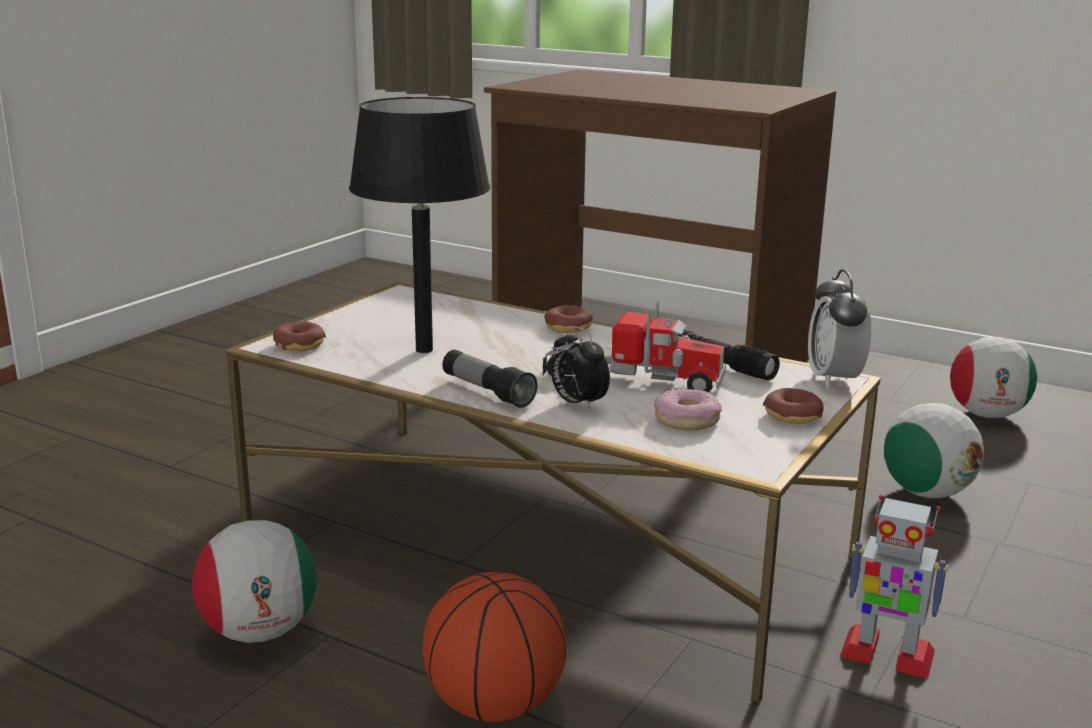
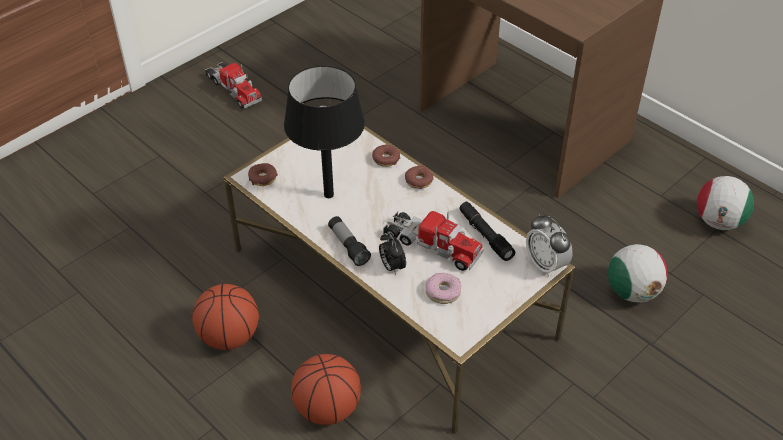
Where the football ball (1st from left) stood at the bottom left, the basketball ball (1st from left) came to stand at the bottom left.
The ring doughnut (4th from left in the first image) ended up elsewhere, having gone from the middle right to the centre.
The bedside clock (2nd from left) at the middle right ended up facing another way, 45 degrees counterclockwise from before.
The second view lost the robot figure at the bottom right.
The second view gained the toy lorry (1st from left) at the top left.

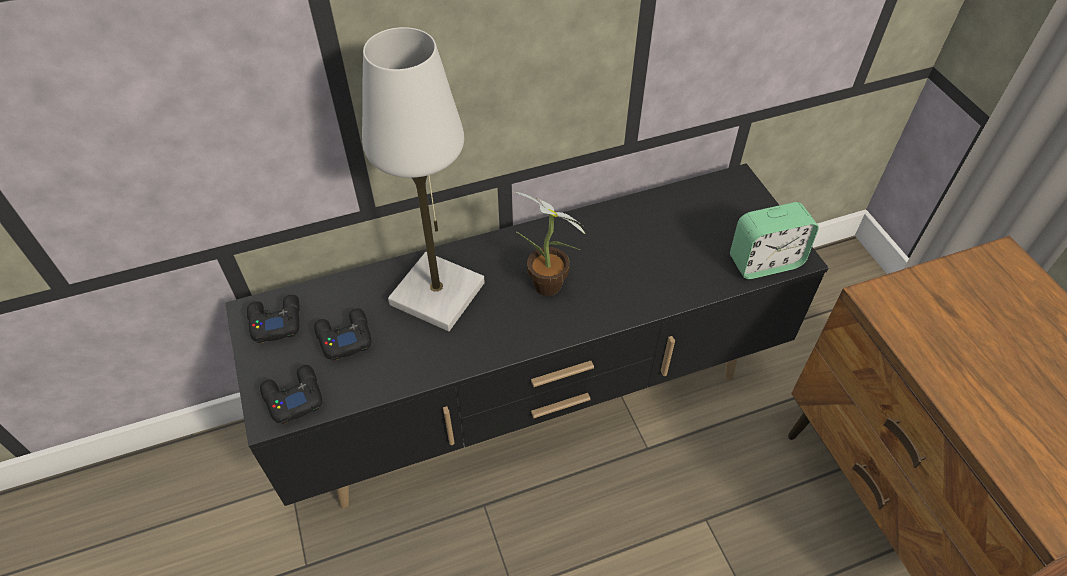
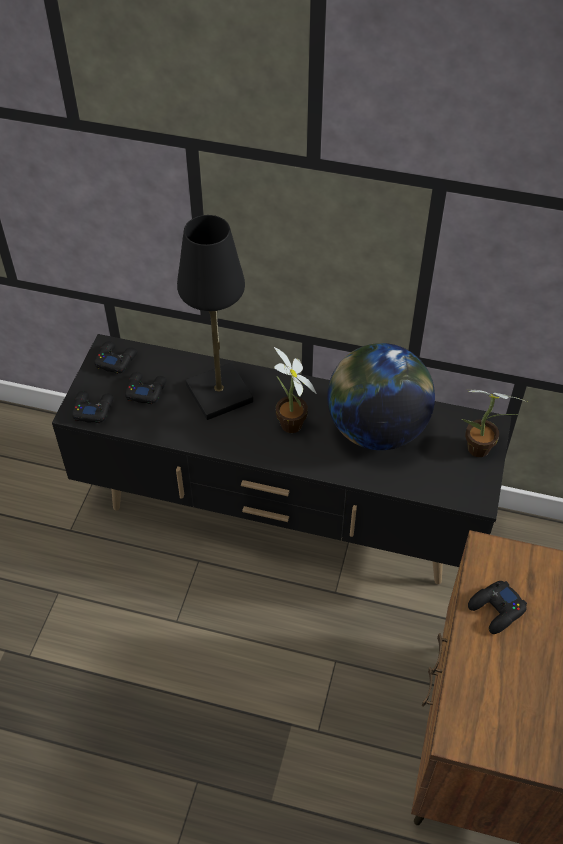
What was the whitish lamp for a table at the top centre turned into the blackish lamp for a table at the centre.
The second view lost the bedside clock at the middle right.
The second view gained the globe at the middle right.
The second view gained the plant in a pot (2nd from left) at the middle right.
The second view gained the blackish gamepad (4th from left) at the bottom right.

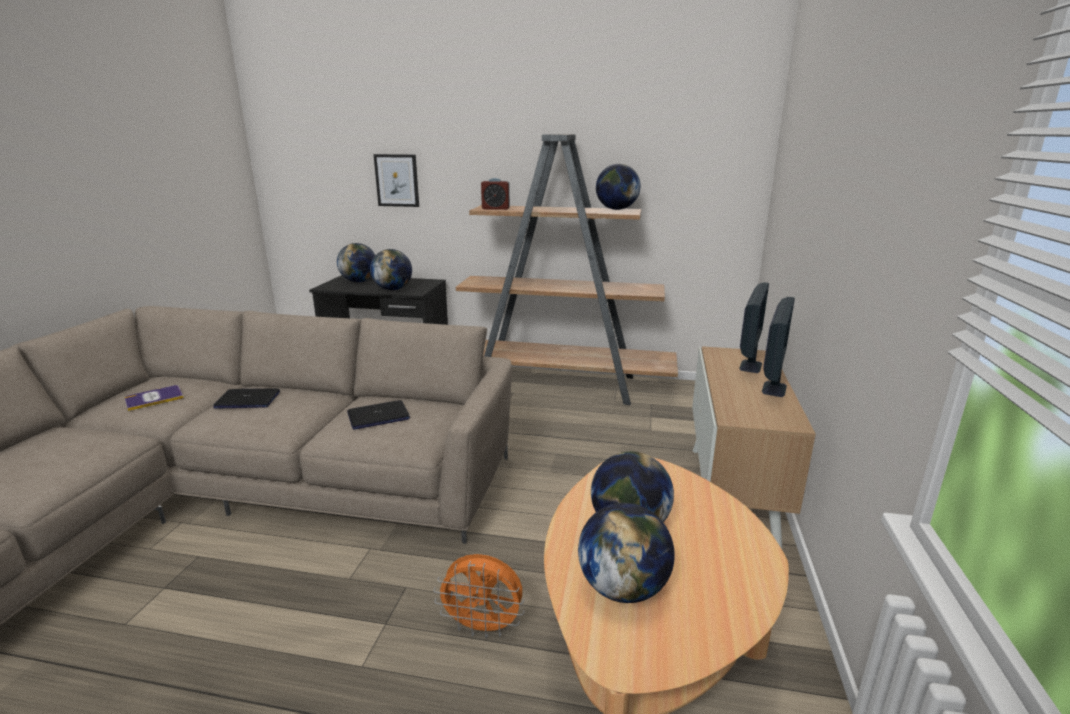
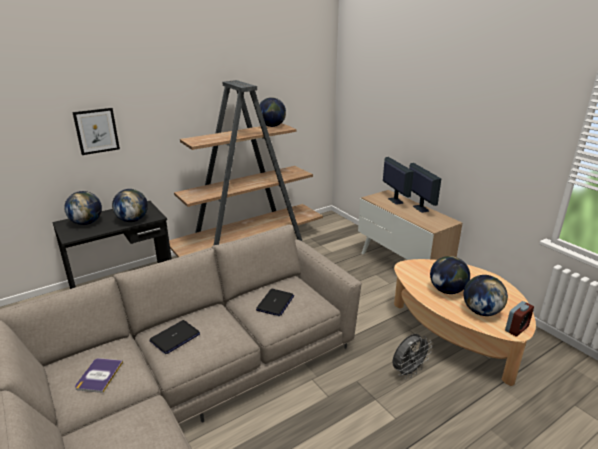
What was the orange-coloured fan at the bottom centre turned into the greyish fan at the bottom right.
The bedside clock ended up elsewhere, having gone from the top centre to the bottom right.

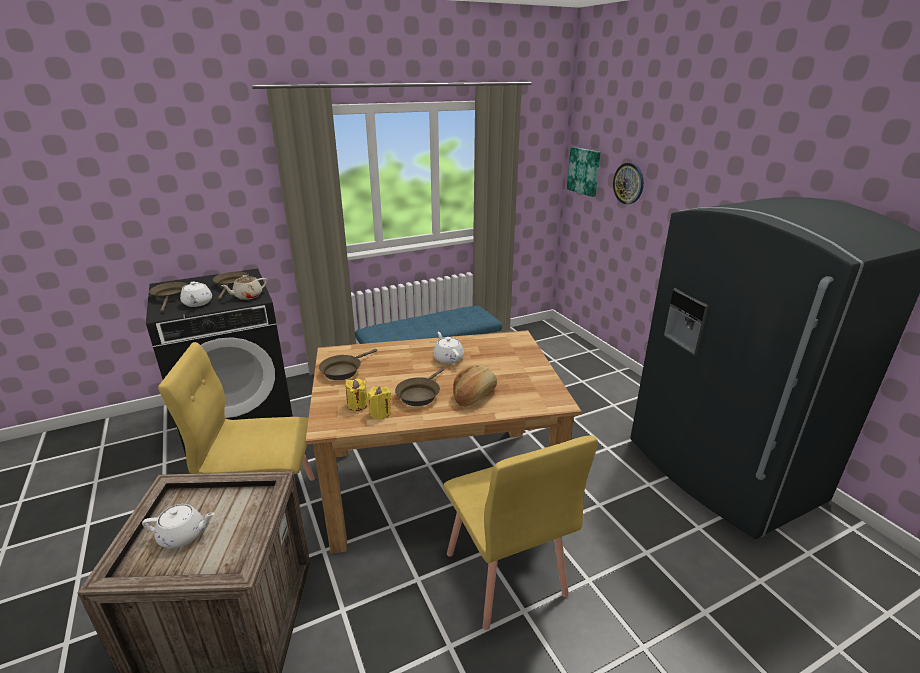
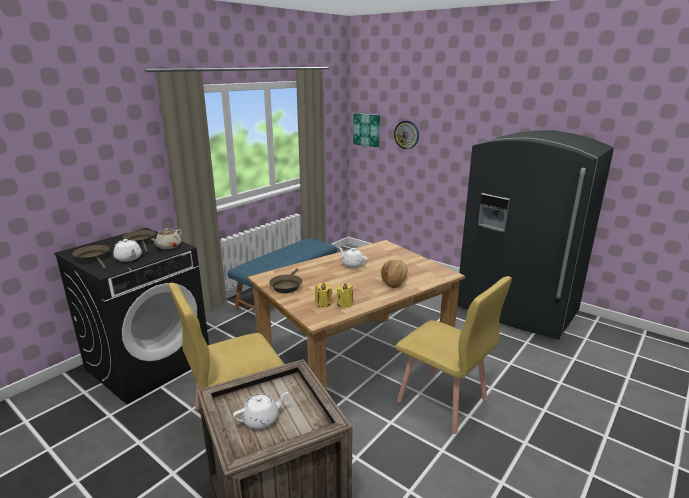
The second view lost the brown frying pan (4th from left) at the centre.

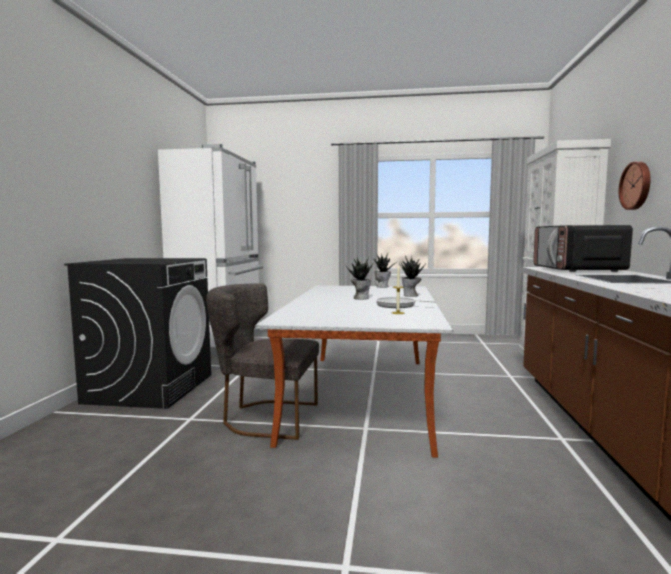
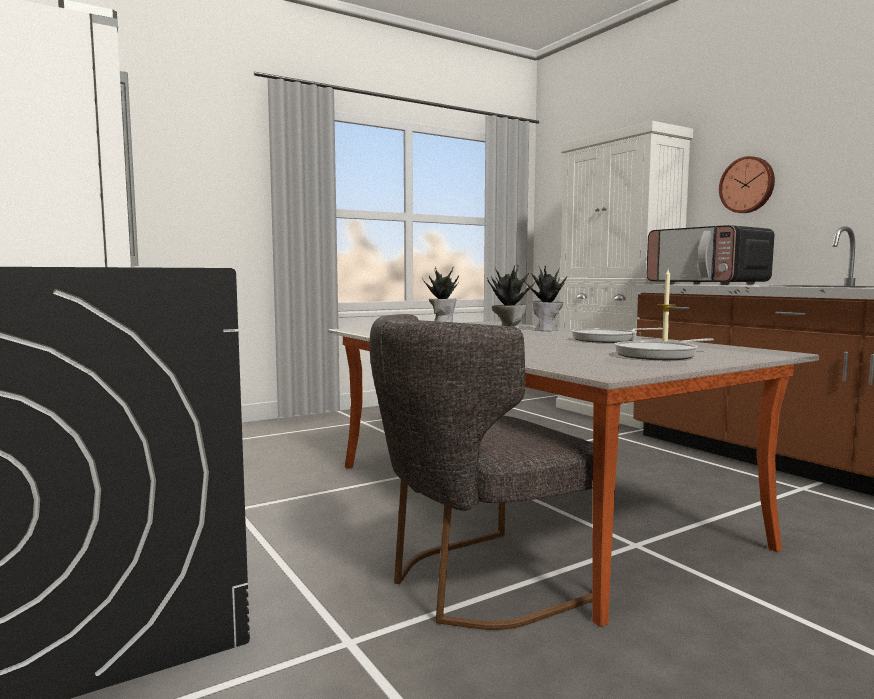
The second view gained the frying pan (2nd from left) at the middle right.

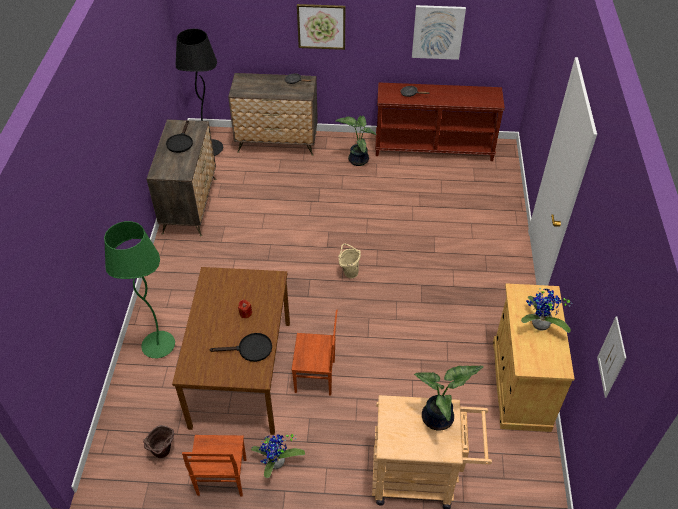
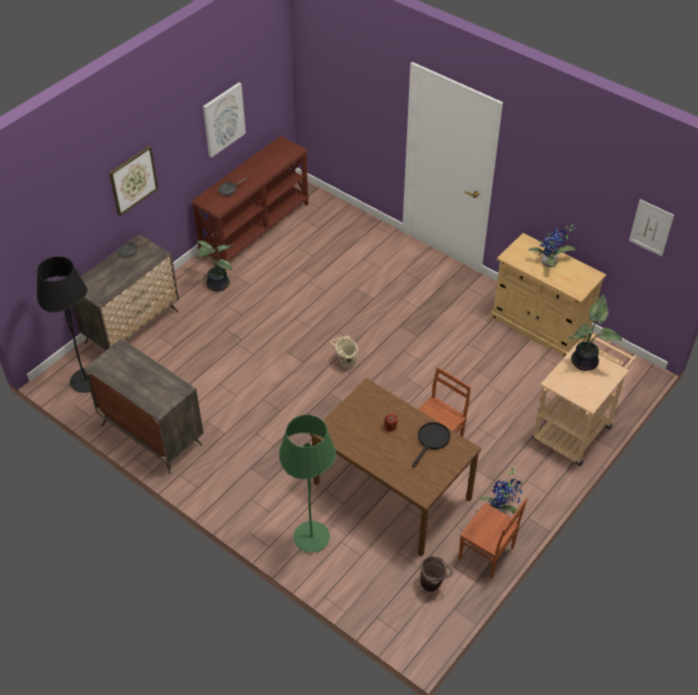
The second view lost the blackish frying pan (1st from left) at the top left.

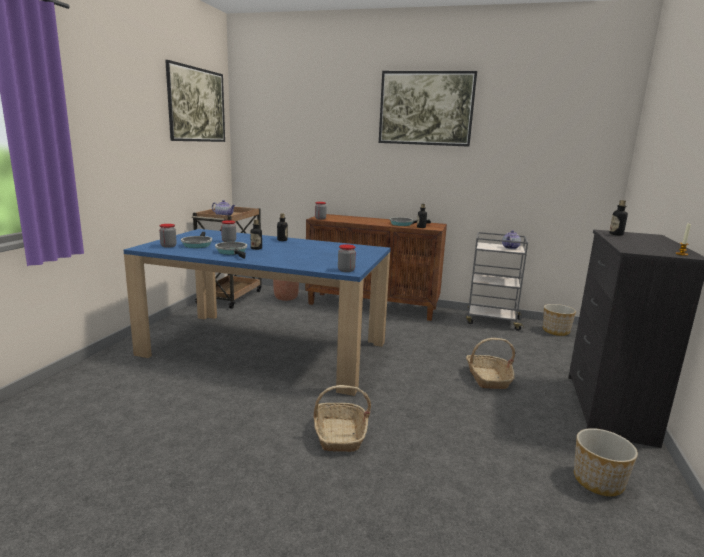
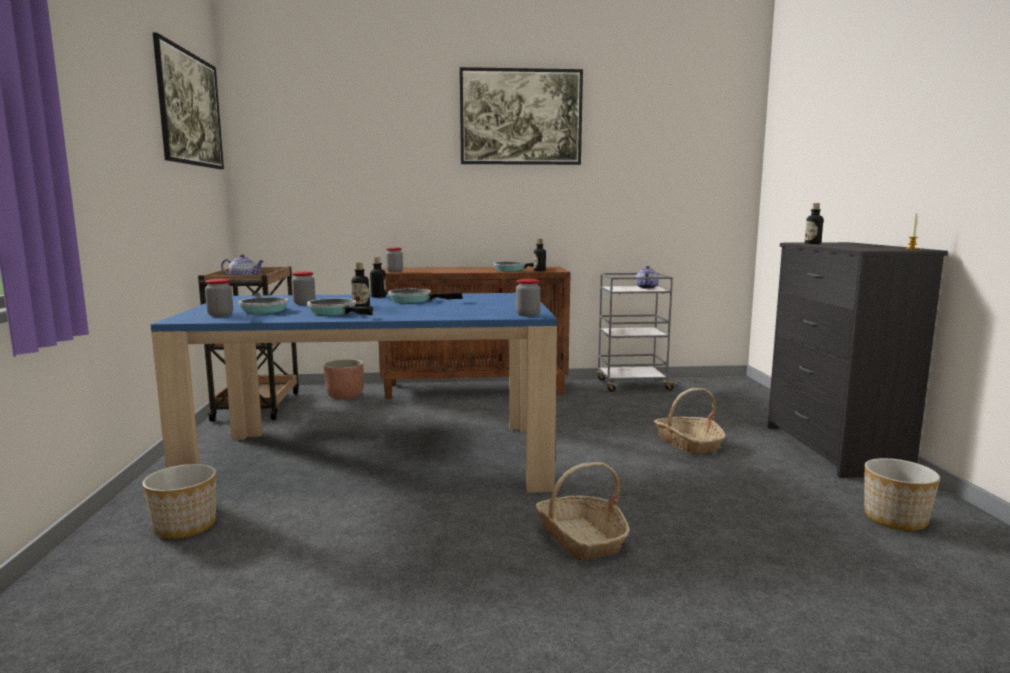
The planter (2nd from left in the first image) ended up elsewhere, having gone from the middle right to the bottom left.
The second view gained the frying pan (3rd from left) at the centre.

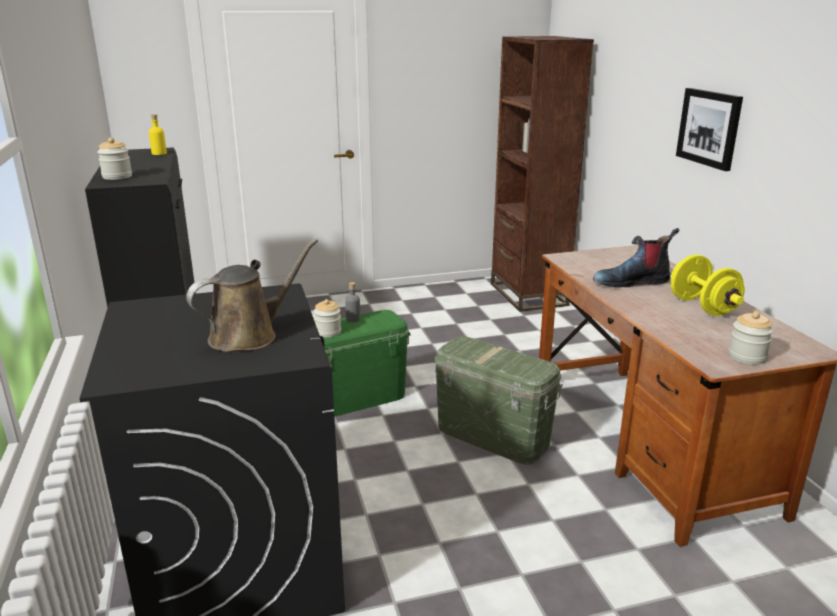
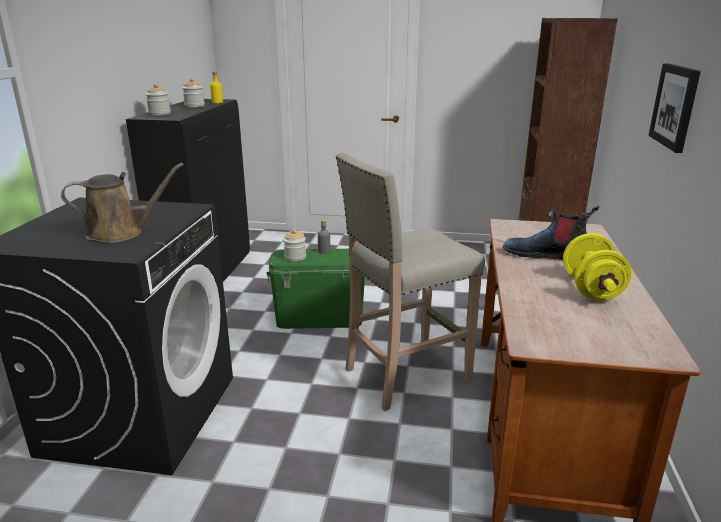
Where the green-coloured storage box (2nd from left) stood at the centre, the beige-coloured stool seat came to stand at the centre.
The jar (3rd from left in the first image) ended up elsewhere, having gone from the middle right to the top left.

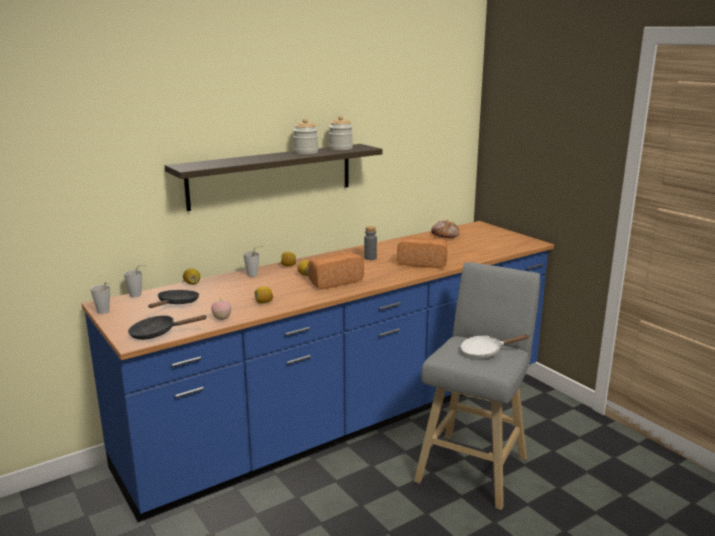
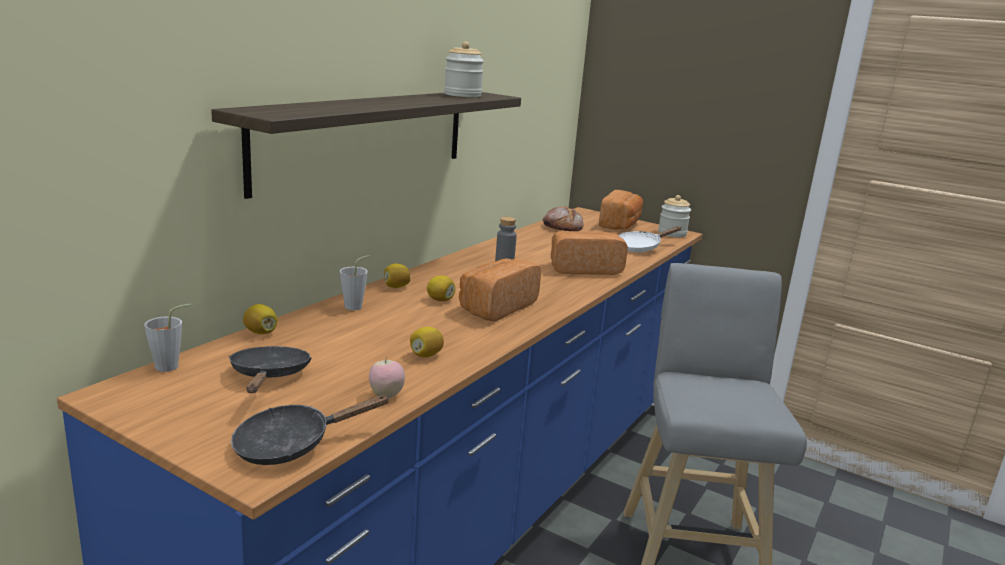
The second view lost the greyish small cup (1st from left) at the middle left.
The jar (1st from left in the first image) ended up elsewhere, having gone from the top centre to the middle right.
The whitish frying pan ended up elsewhere, having gone from the middle right to the centre.
The second view gained the bread (4th from left) at the centre.

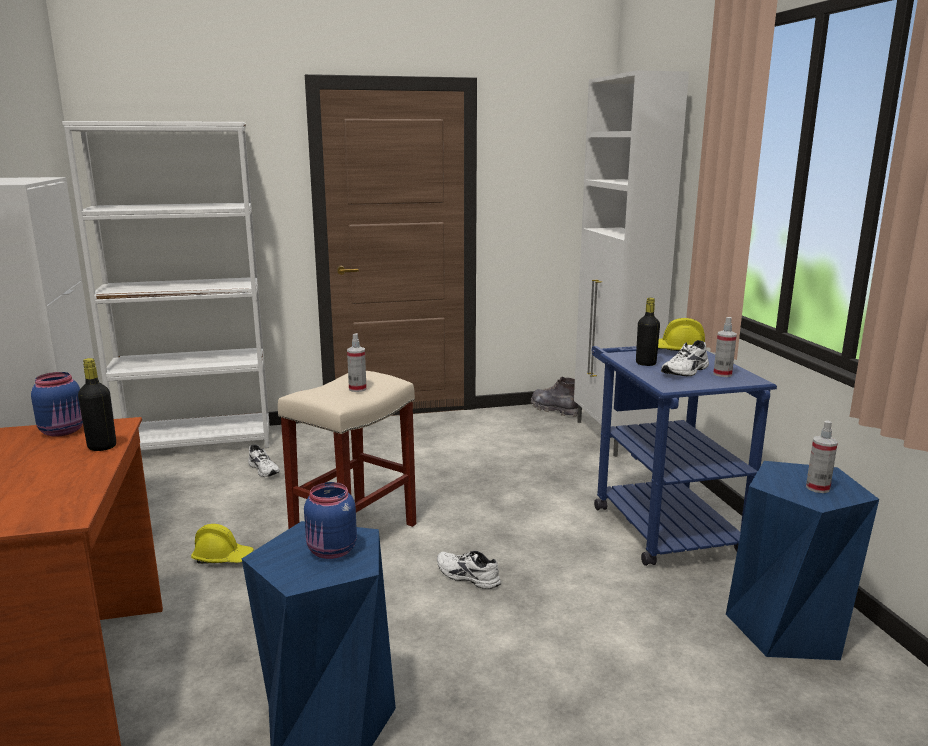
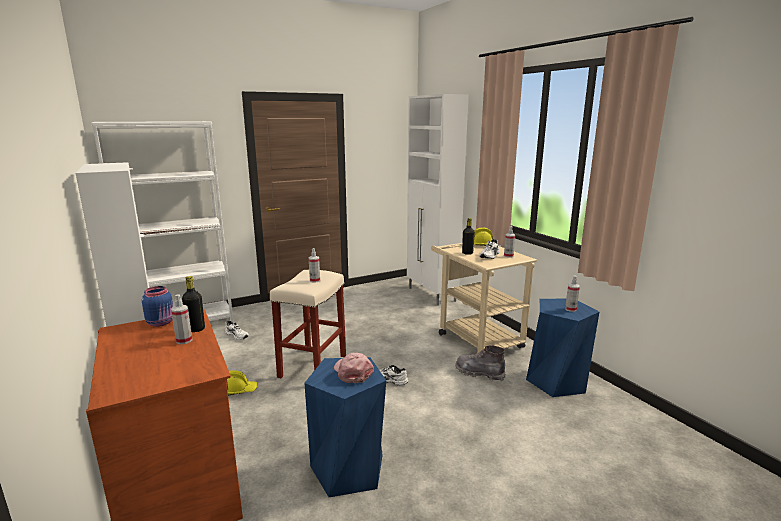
Where the bluish jar (2nd from left) stood at the bottom centre, the pink-coloured cap came to stand at the bottom centre.
The greyish boot ended up elsewhere, having gone from the centre to the bottom centre.
What was the bluish cart at the middle right turned into the beige-coloured cart at the centre.
The second view gained the hand sprayer (1st from left) at the middle left.

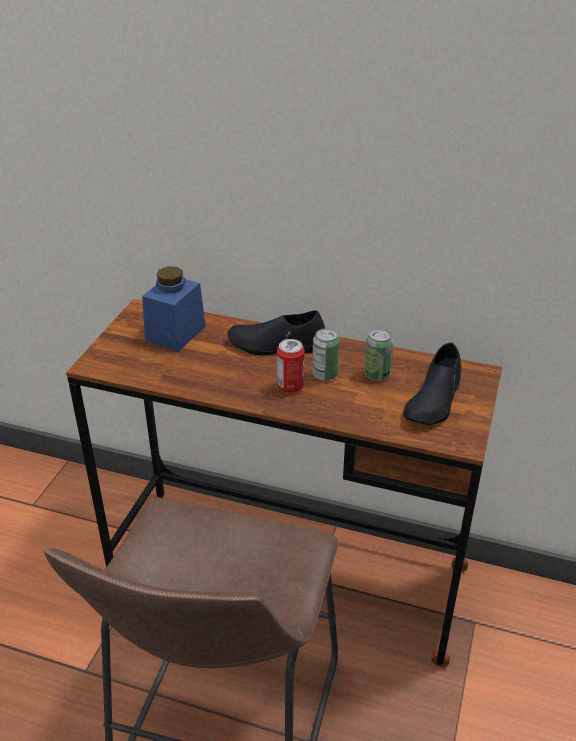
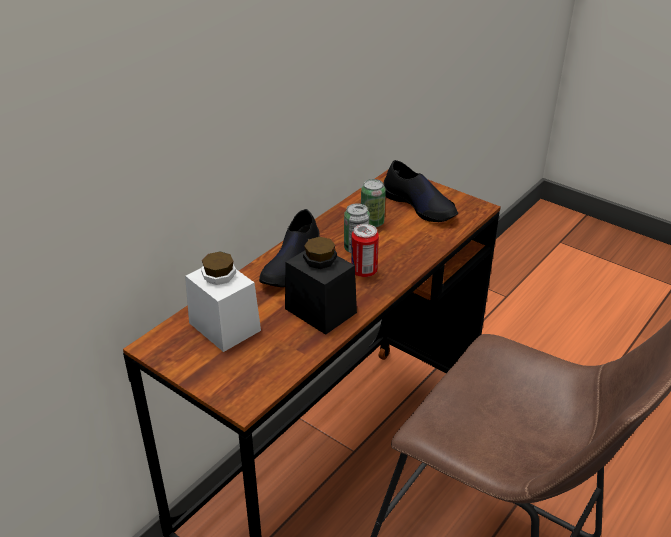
What was the bluish jar at the middle left turned into the whitish jar at the middle left.
The second view gained the blackish jar at the centre.

